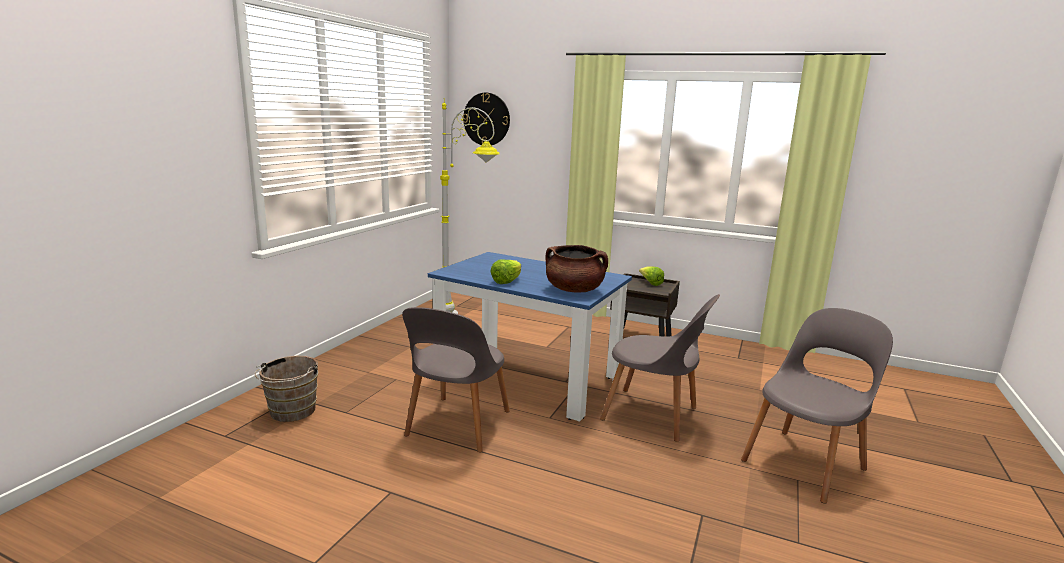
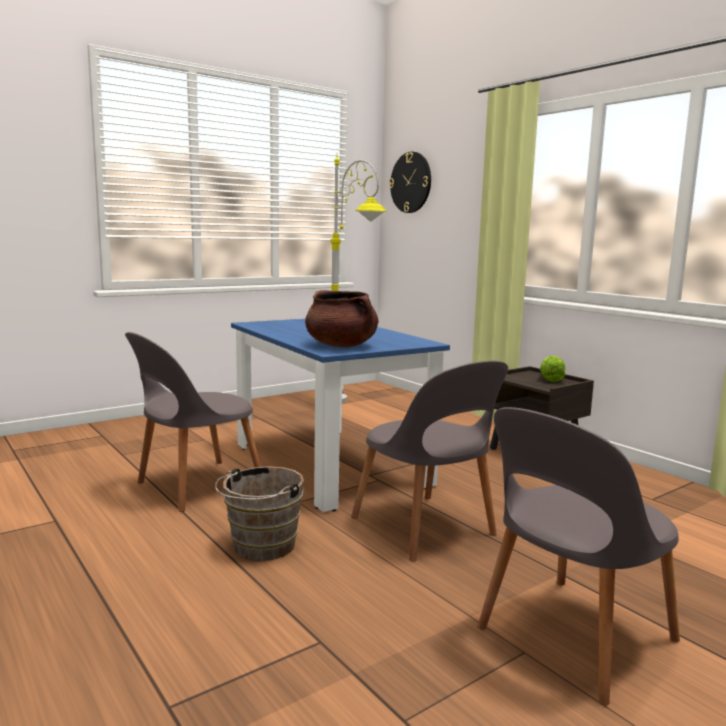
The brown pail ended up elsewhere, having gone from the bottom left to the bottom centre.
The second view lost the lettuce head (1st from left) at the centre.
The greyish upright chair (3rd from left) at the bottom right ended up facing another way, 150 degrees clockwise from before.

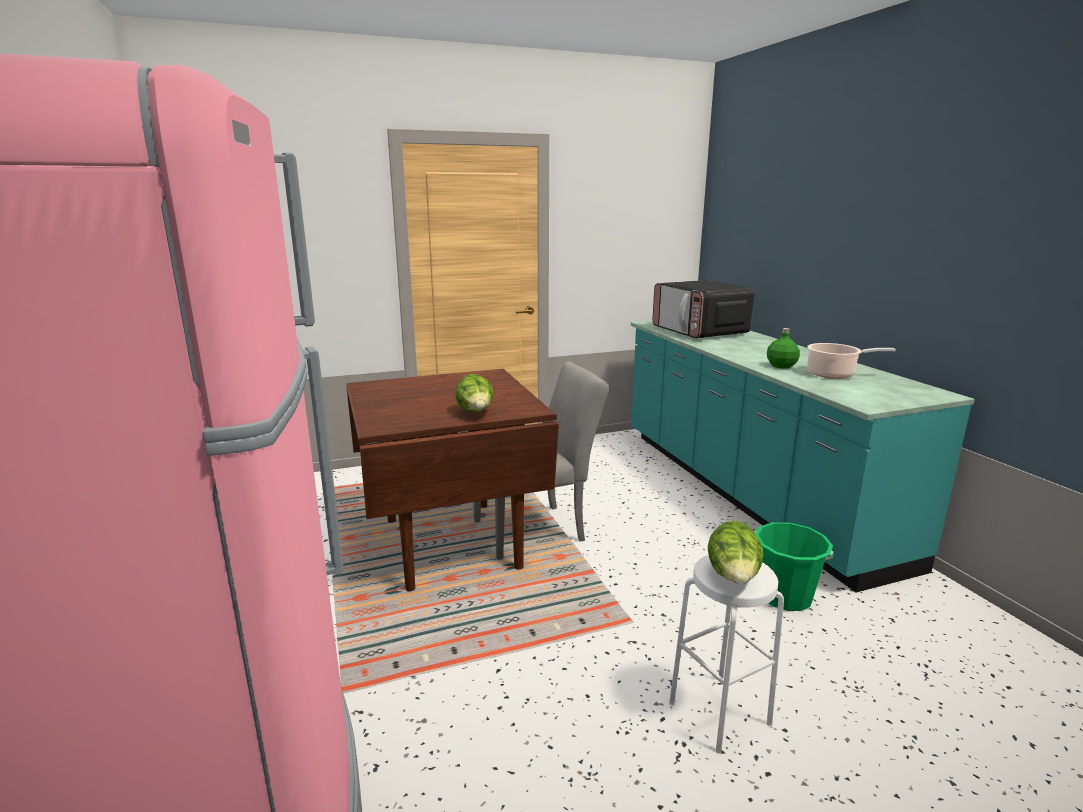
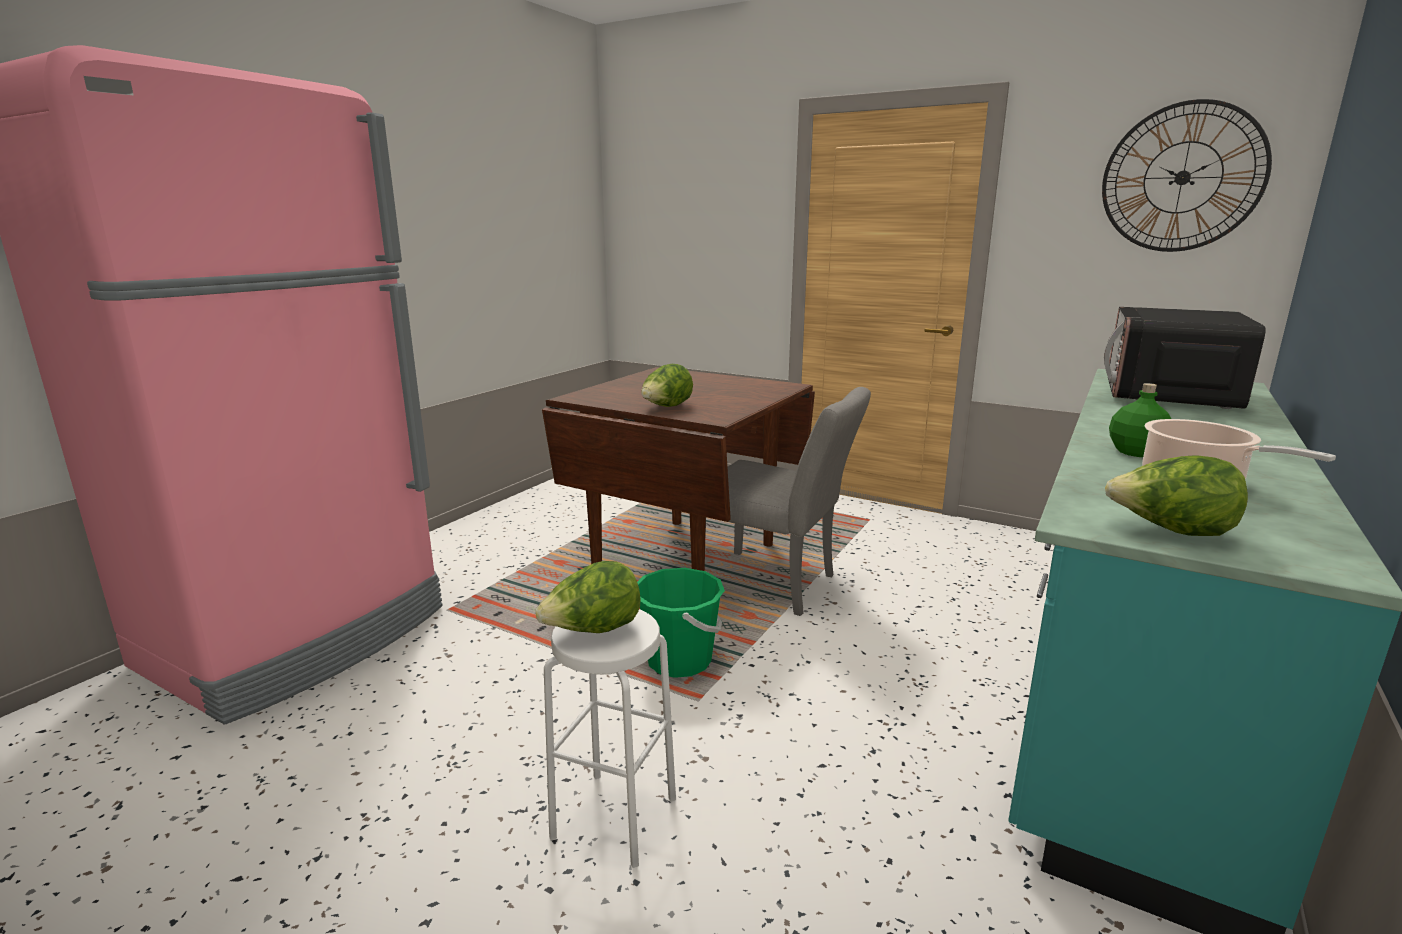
The green-coloured pail ended up elsewhere, having gone from the bottom right to the bottom centre.
The second view gained the clock on the wall at the top right.
The second view gained the lettuce head (3rd from left) at the middle right.

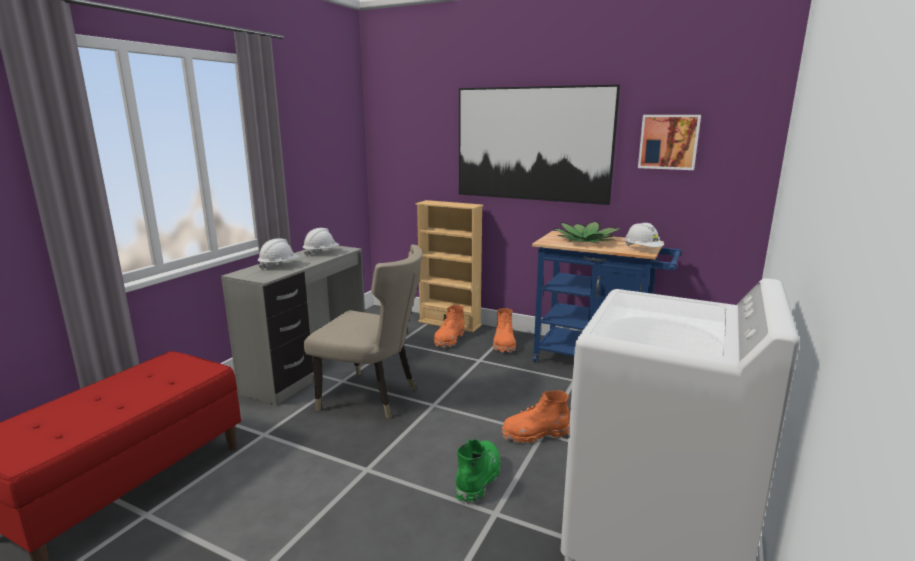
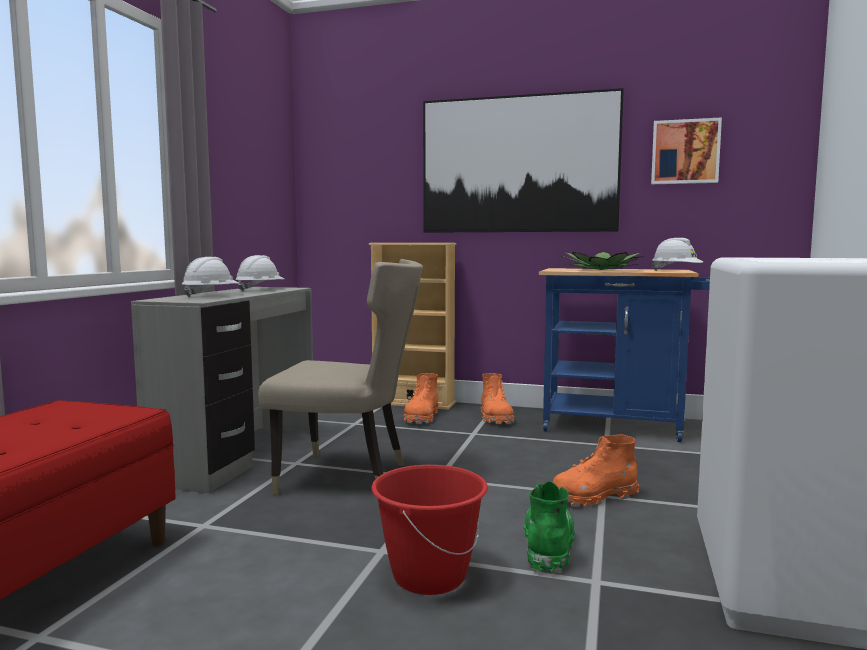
The second view gained the red pail at the bottom centre.

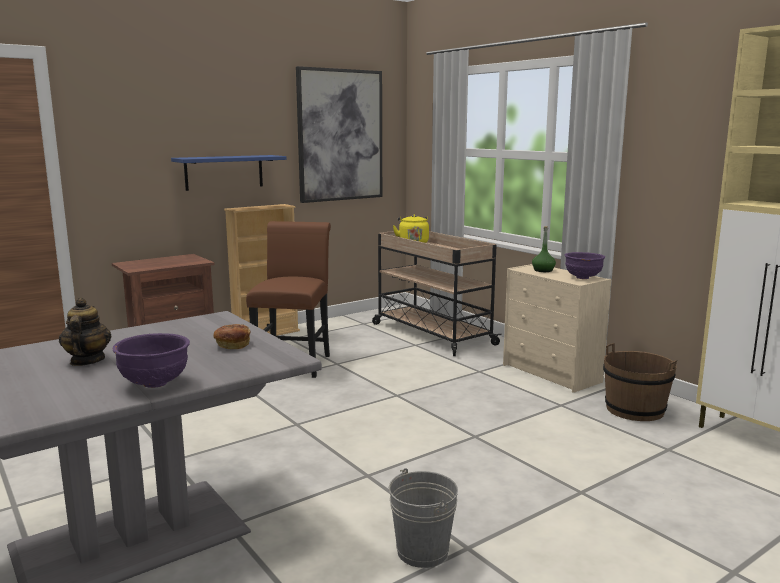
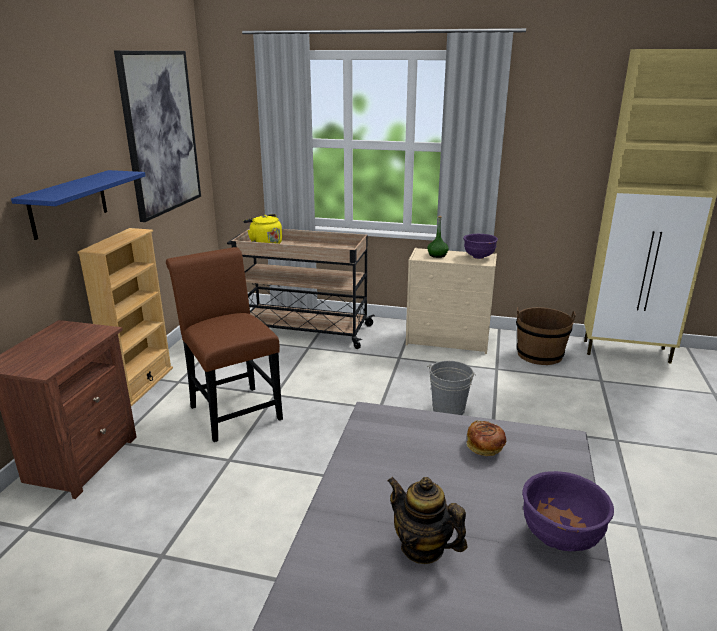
The greyish pail ended up elsewhere, having gone from the bottom centre to the centre.

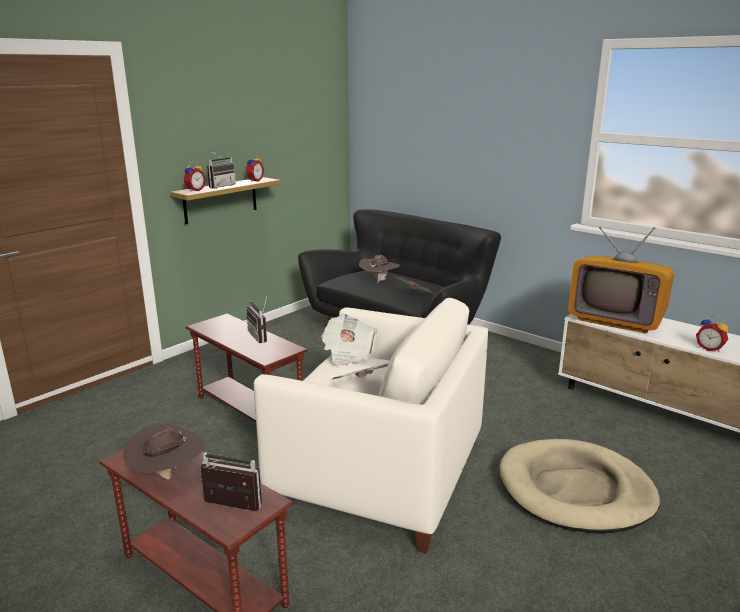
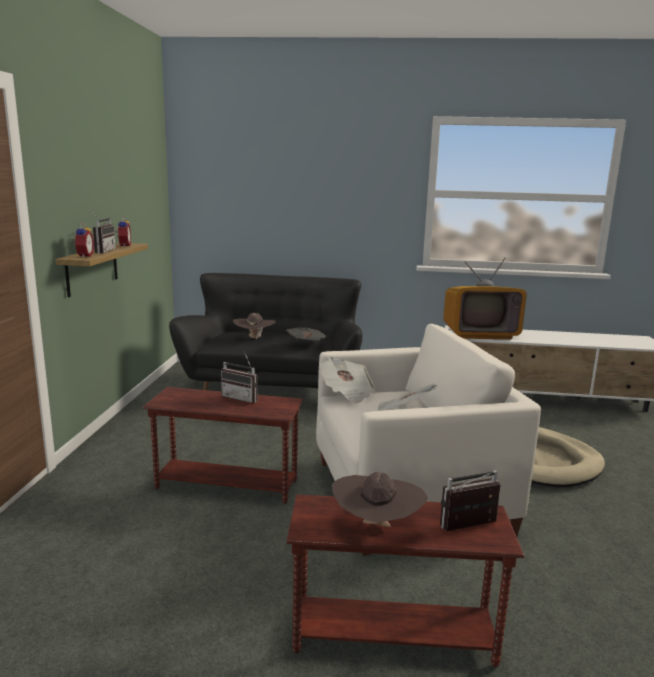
The second view lost the bedside clock (3rd from left) at the middle right.

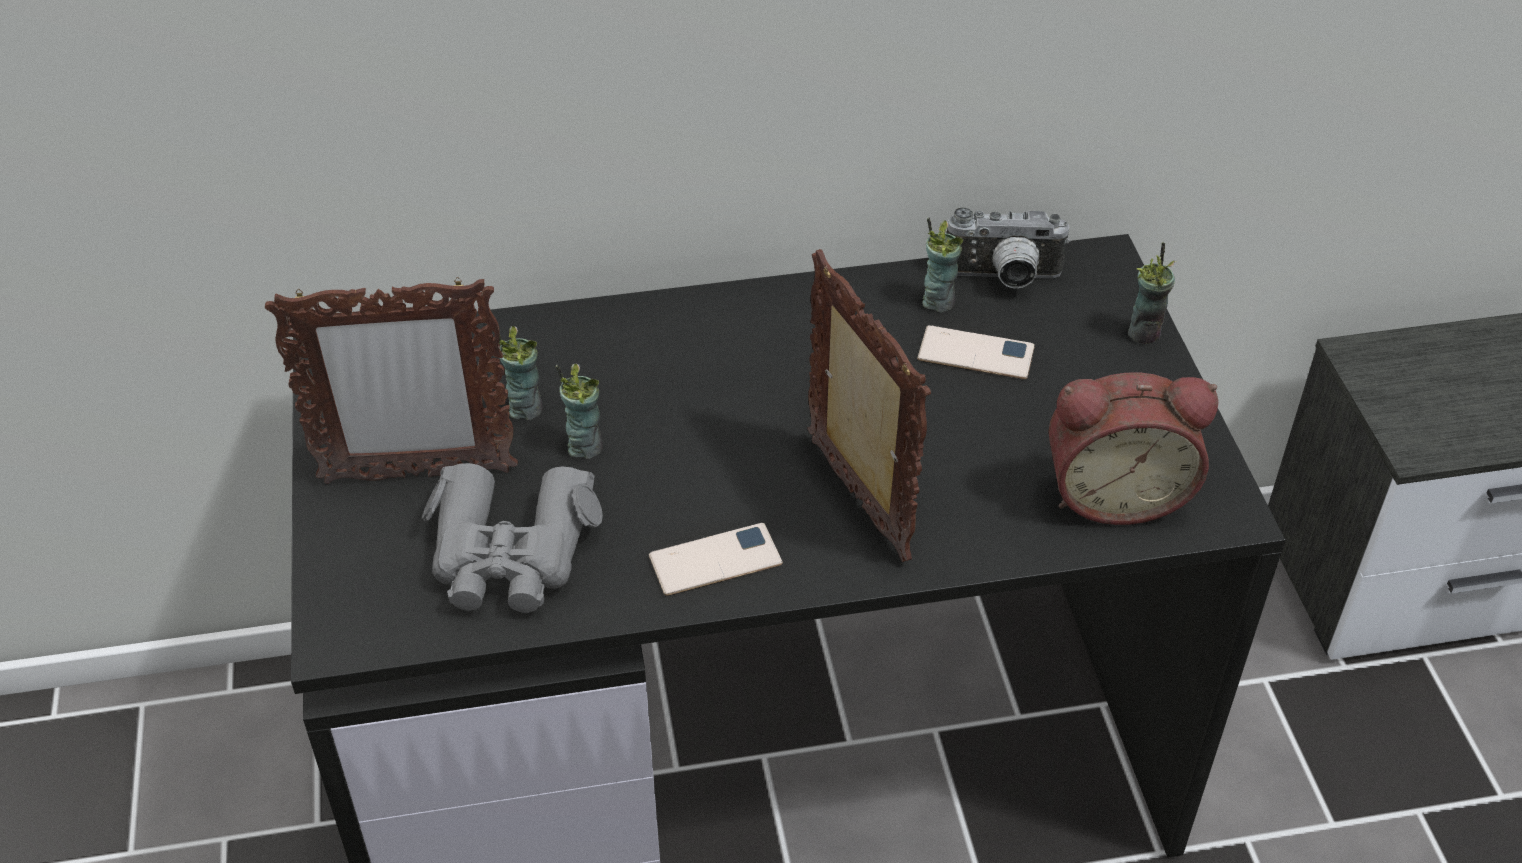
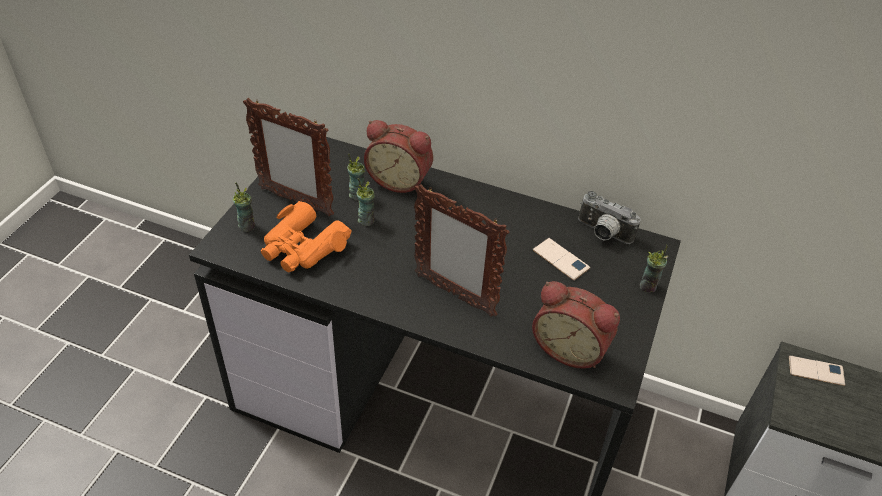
What was the greyish binoculars at the centre turned into the orange-coloured binoculars at the centre.
The handset (1st from left in the first image) ended up elsewhere, having gone from the centre to the bottom right.
The standing frame (2nd from left) at the centre ended up facing another way, 120 degrees clockwise from before.
The small cup (3rd from left in the first image) ended up elsewhere, having gone from the top centre to the middle left.
The second view gained the bedside clock (1st from left) at the top centre.

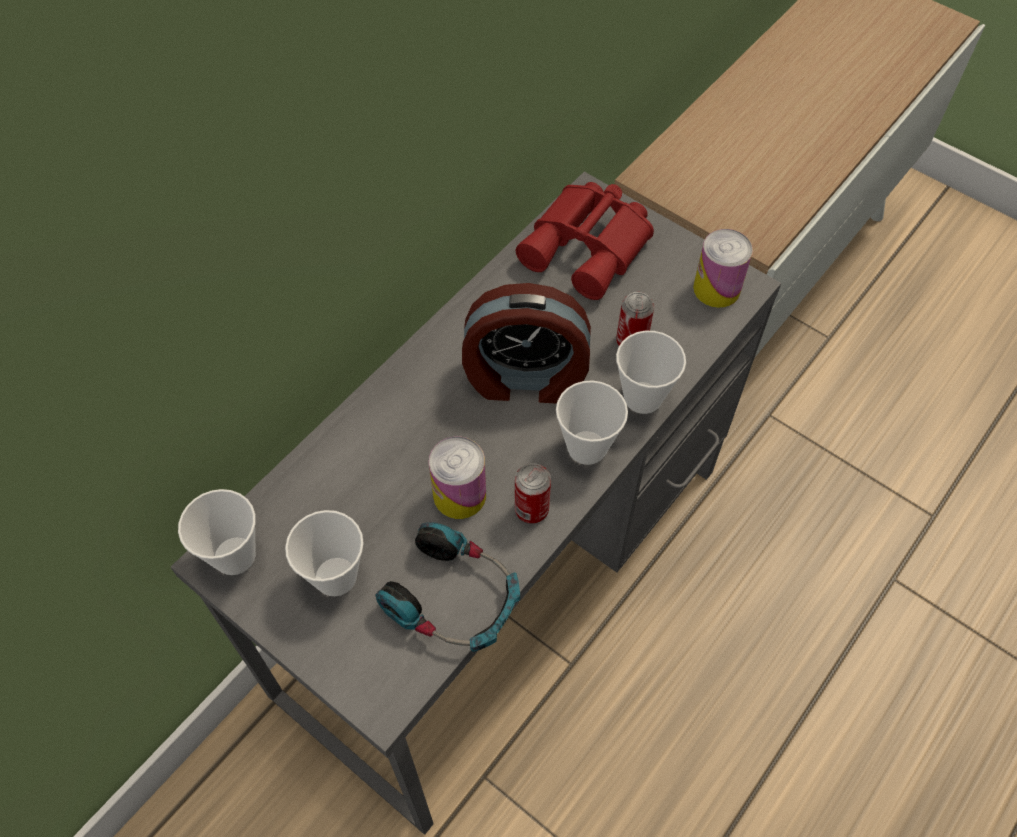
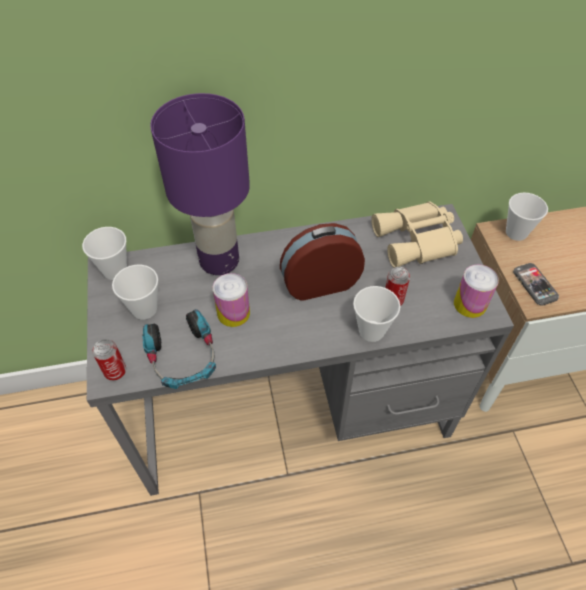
The bedside clock at the centre ended up facing another way, 120 degrees clockwise from before.
The sealed can (2nd from left in the first image) ended up elsewhere, having gone from the centre to the middle left.
What was the red binoculars at the top centre turned into the beige-coloured binoculars at the middle right.
The small cup (3rd from left in the first image) ended up elsewhere, having gone from the centre to the middle right.
The second view gained the purple lamp for a table at the top centre.
The second view gained the handset at the middle right.

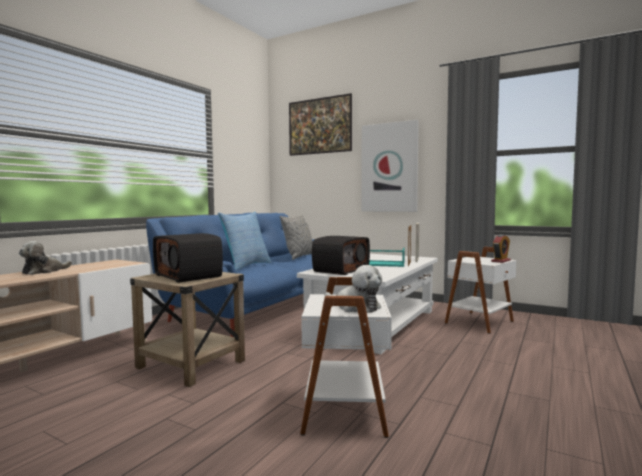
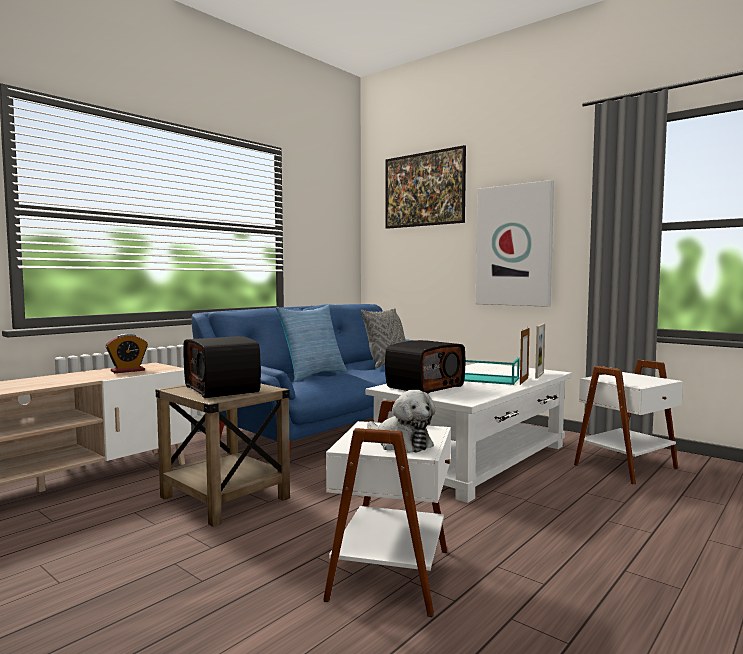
The second view lost the plush toy (1st from left) at the middle left.
The bedside clock ended up elsewhere, having gone from the middle right to the middle left.

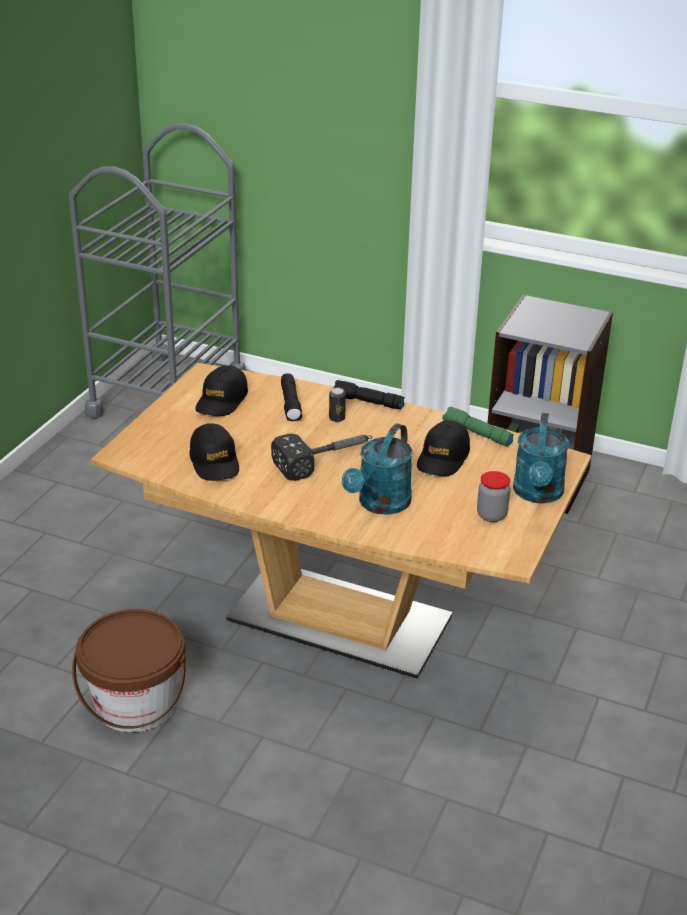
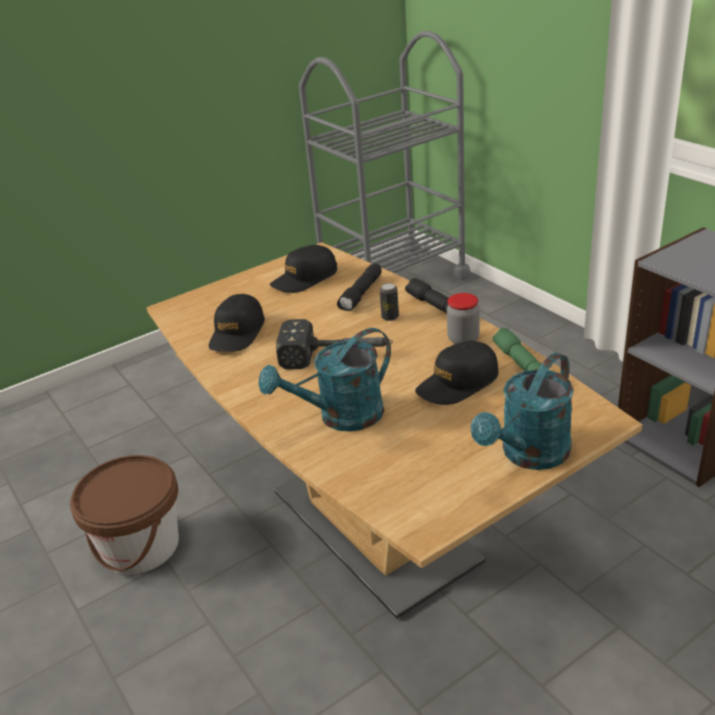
The jar ended up elsewhere, having gone from the middle right to the centre.

